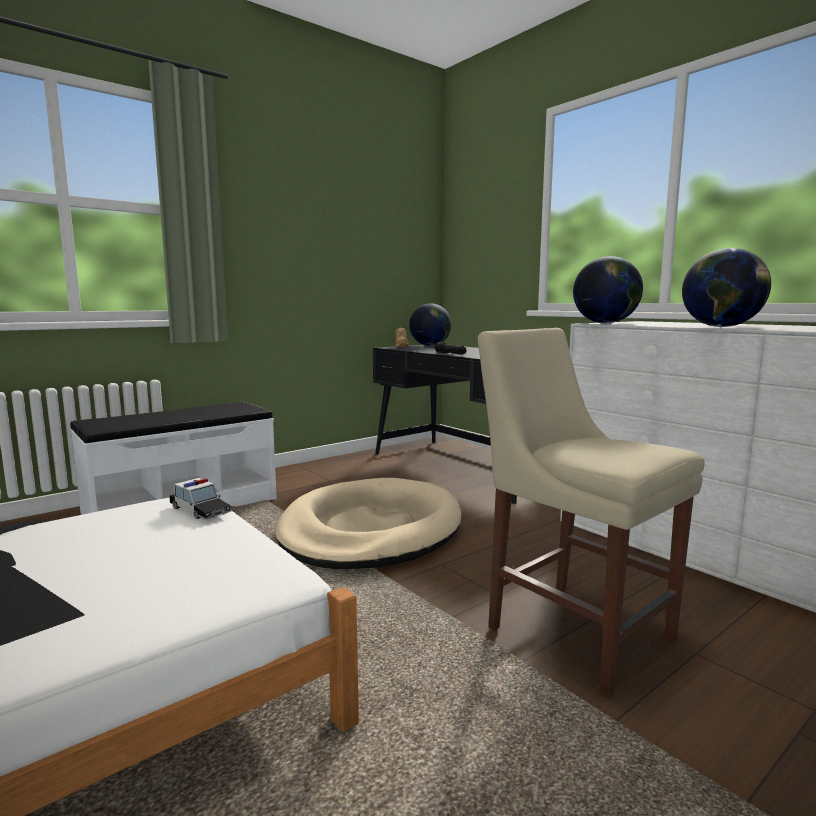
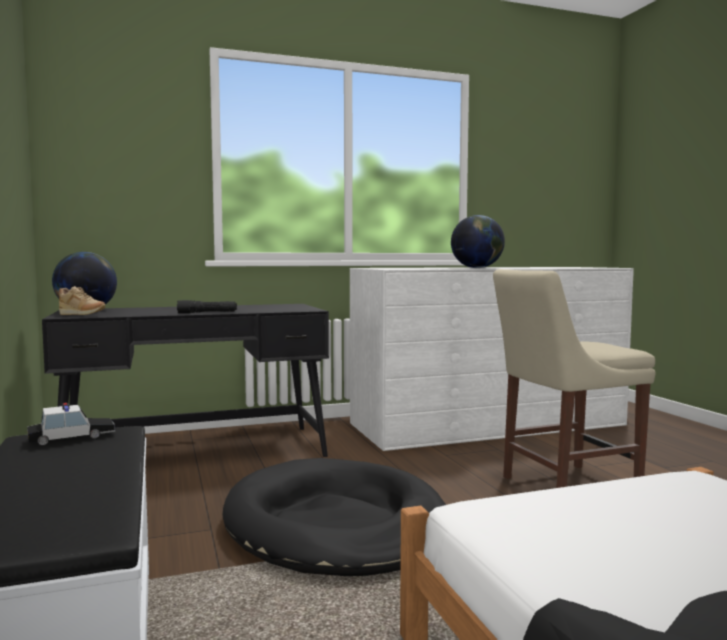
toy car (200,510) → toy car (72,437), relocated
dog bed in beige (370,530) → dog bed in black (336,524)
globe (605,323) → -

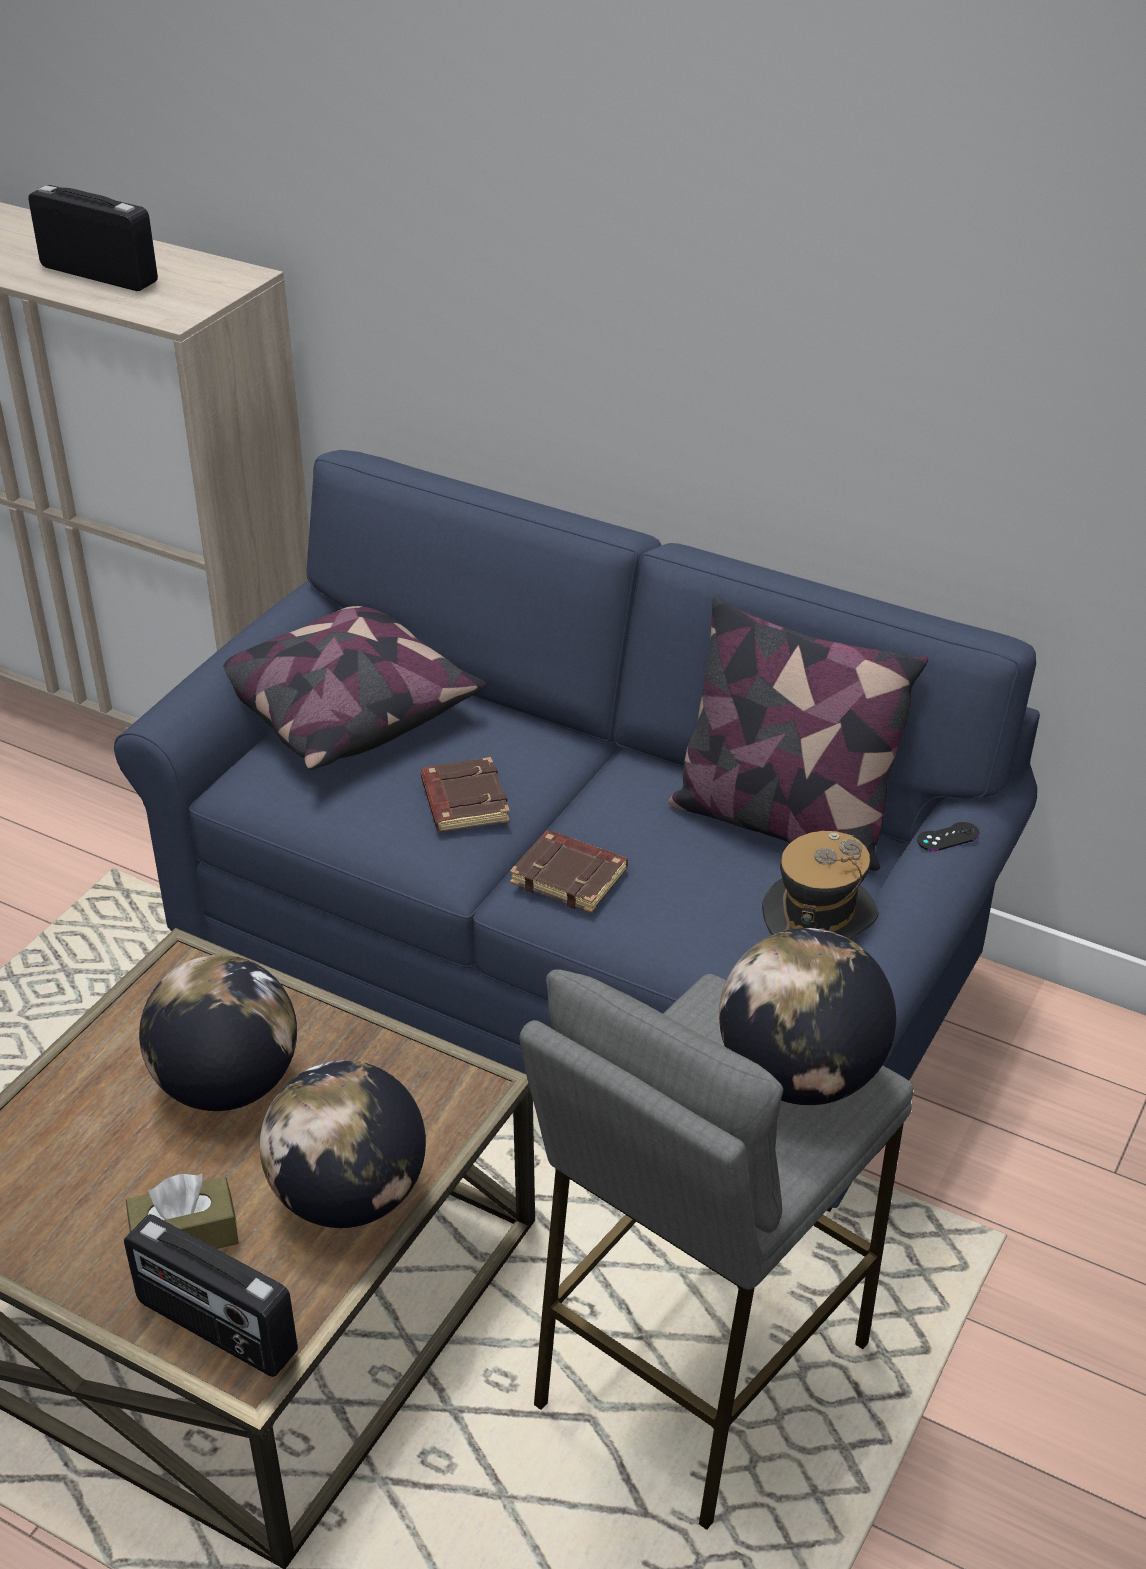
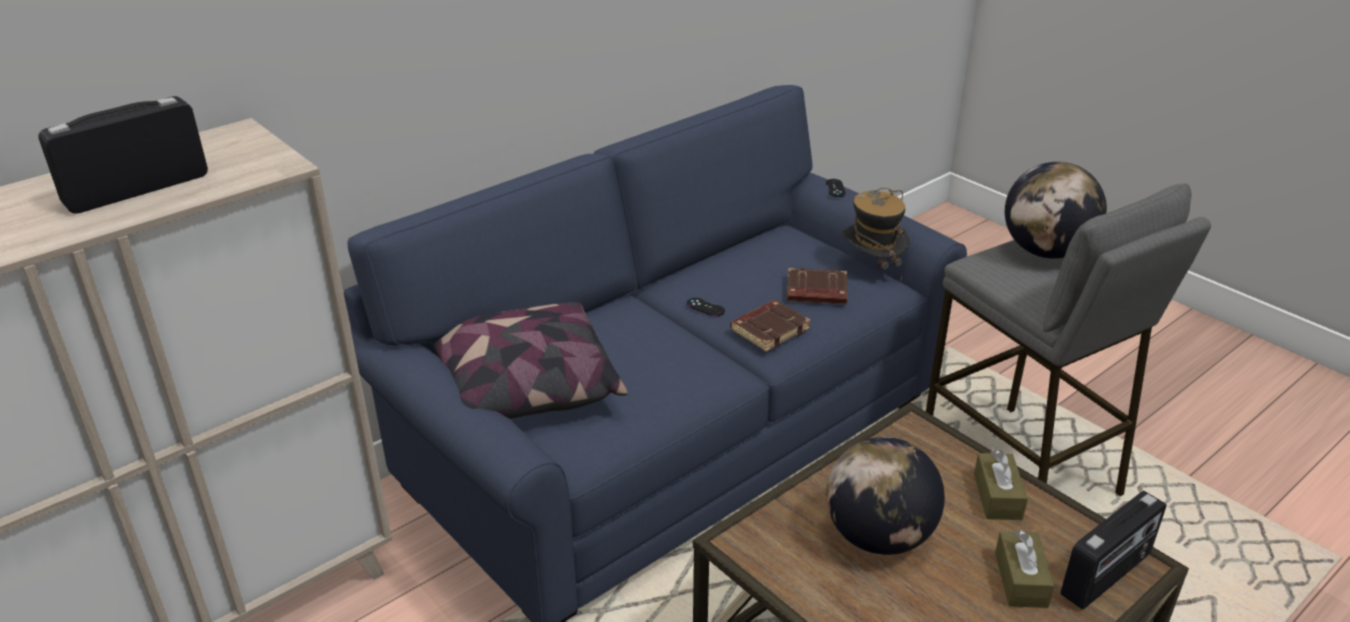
- → game controller in black (705,307)
book in brown (463,801) → book in brown (815,292), relocated
globe (348,1197) → tissue box in brown (997,496)
pillow (782,821) → -

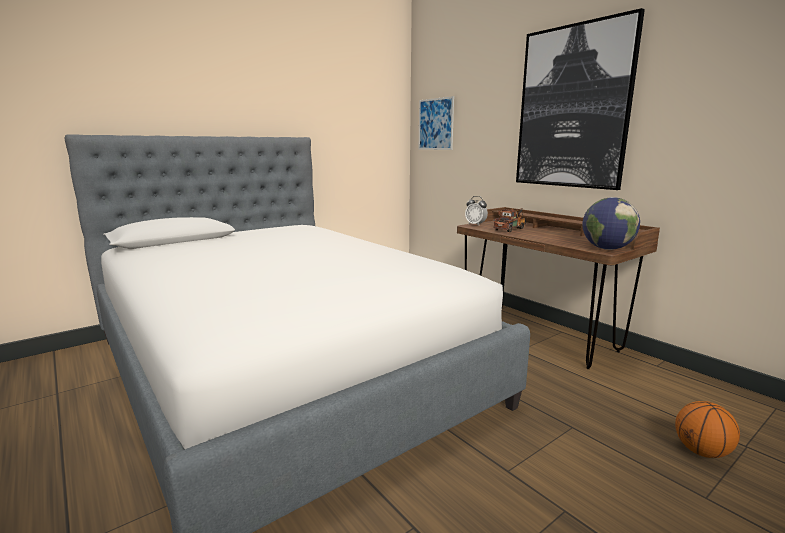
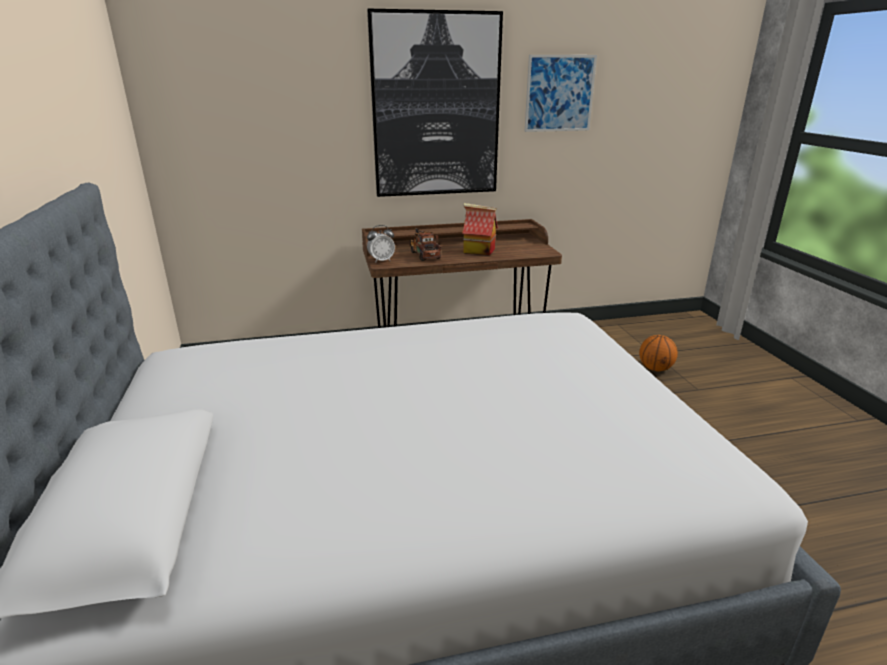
- → toy house (478,251)
picture (435,124) → picture (559,93), relocated
globe (607,249) → -

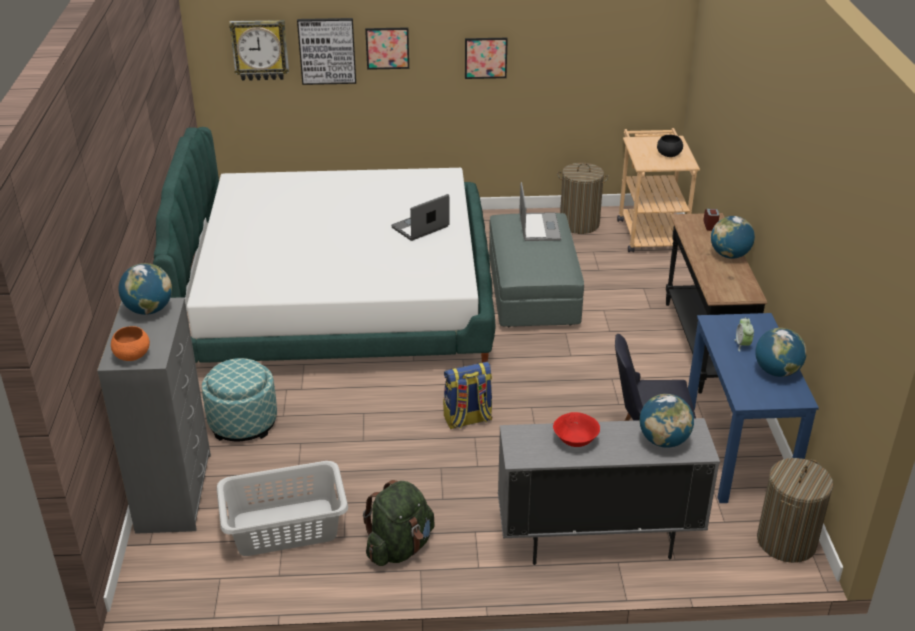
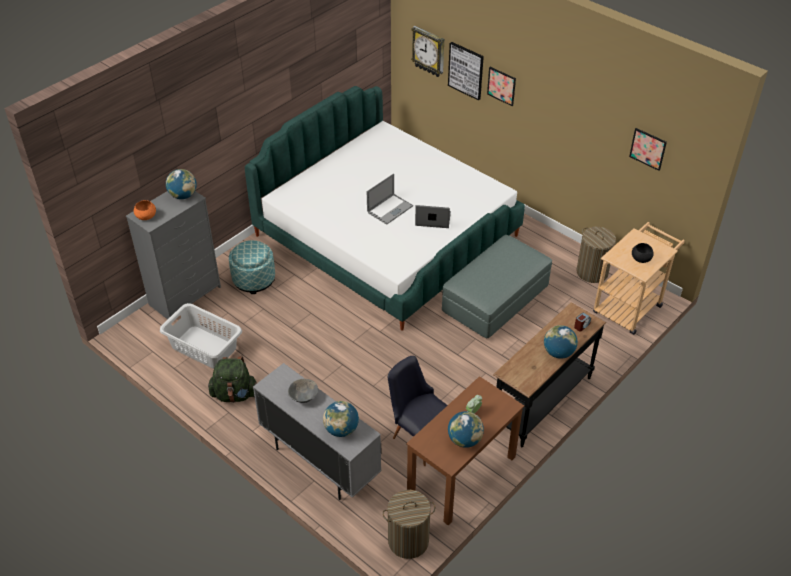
bowl in red (576,439) → bowl in grey (304,397)
laptop (539,227) → laptop (390,209), relocated
desk in blue (737,450) → desk in brown (461,475)
picture (485,58) → picture (648,149), relocated
backpack (467,419) → -

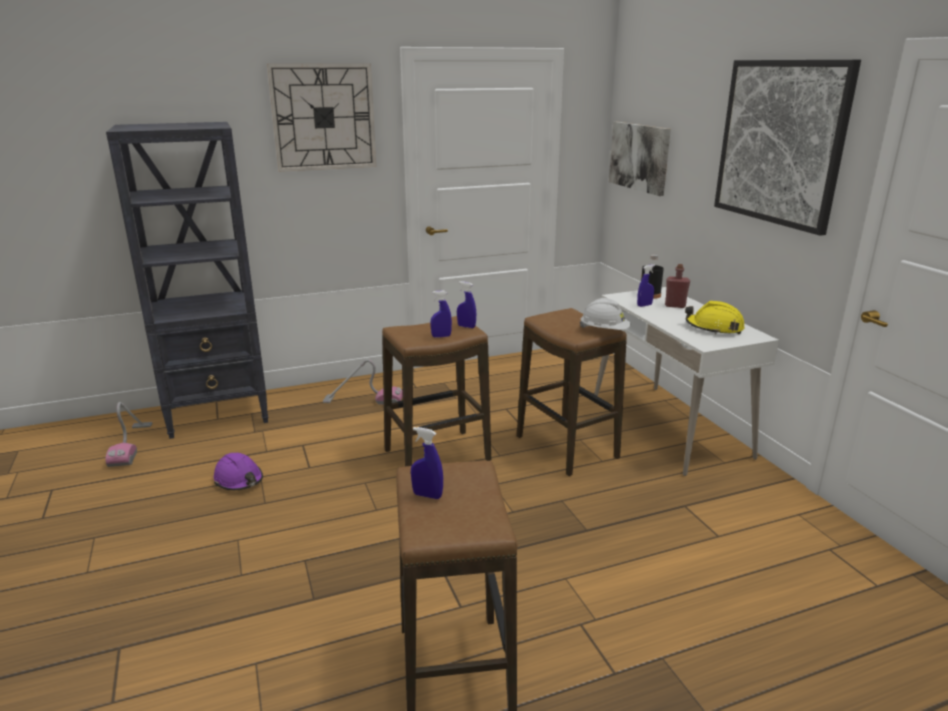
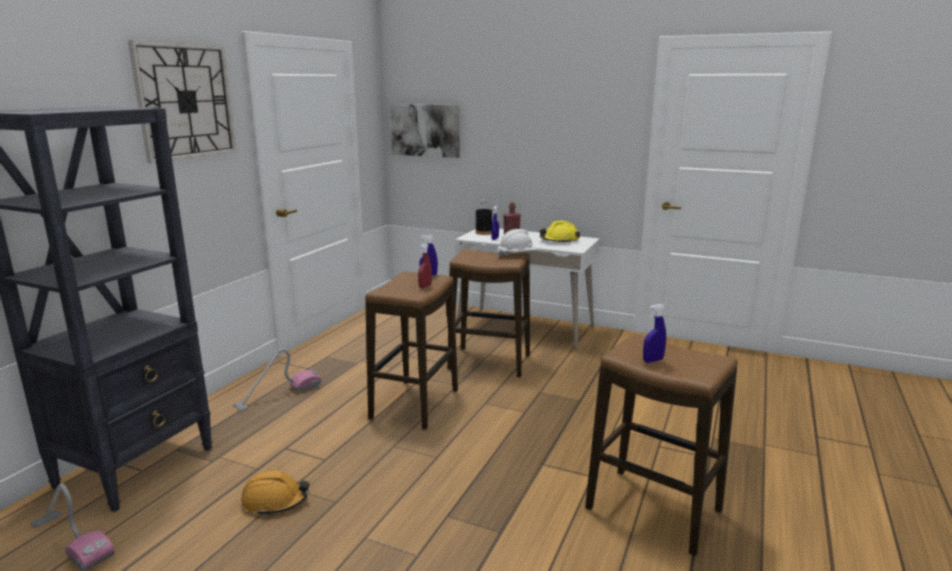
hard hat in purple (239,480) → hard hat in orange (275,501)
spray bottle in blue (441,336) → spray bottle in red (425,286)
picture (780,143) → -

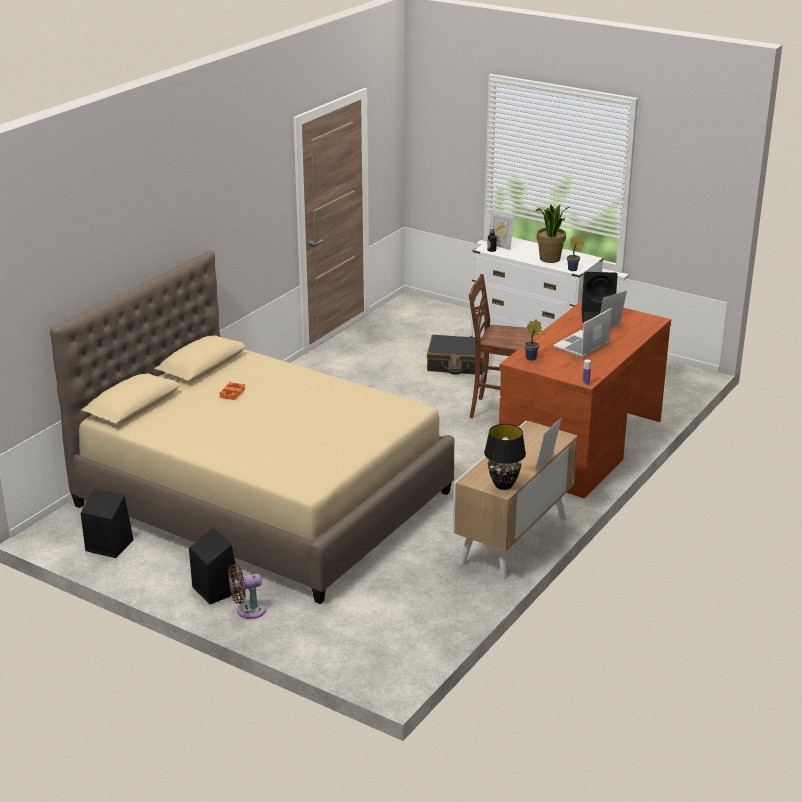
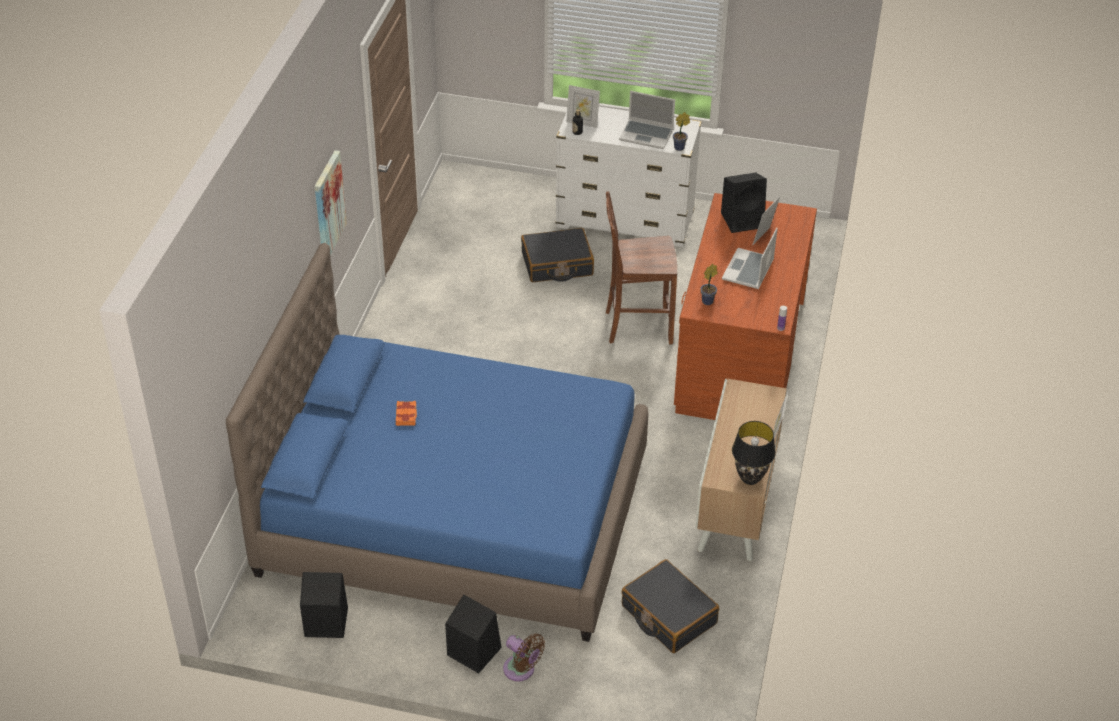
bed in beige (263,498) → bed in blue (454,513)
- → picture (328,205)
fan in brown (248,610) → fan in brown (521,670), 105 degrees counterclockwise
potted plant (550,259) → laptop (647,135)
- → suitcase in black (668,615)

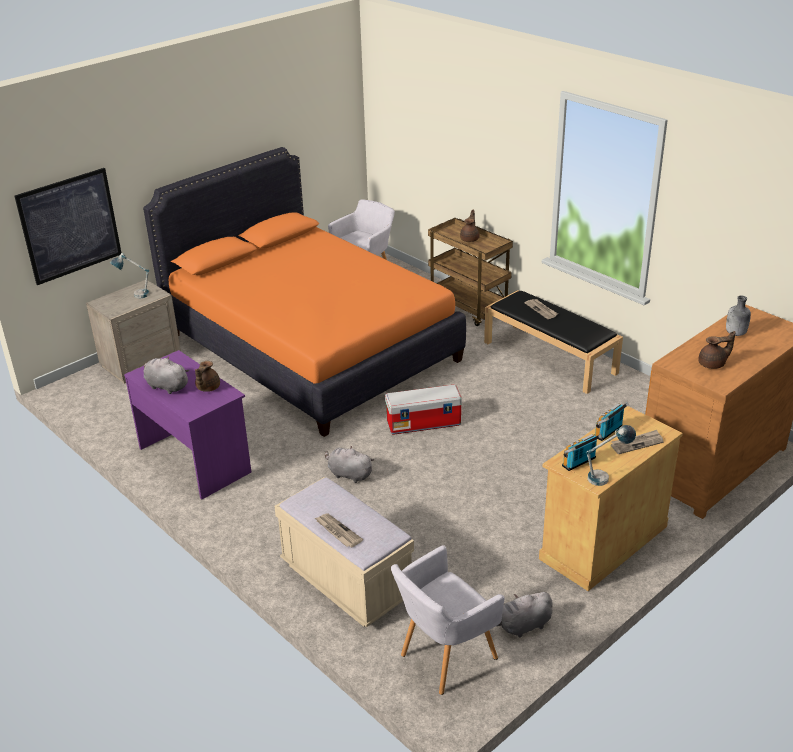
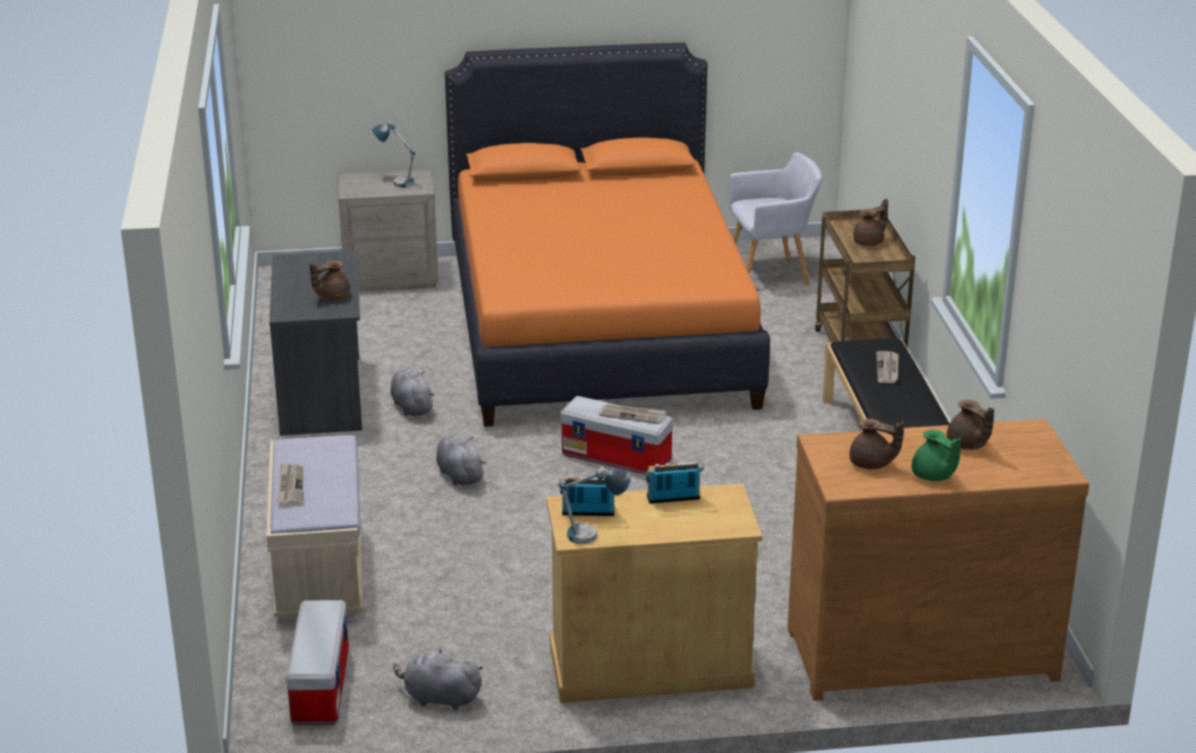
desk in purple (195,459) → desk in grey (323,395)
armchair in grey (444,658) → storage box (320,685)
plush toy in grey (166,386) → plush toy in grey (411,406), relocated
newspaper (637,443) → newspaper (632,415), relocated
- → teapot in green (933,476)
bottle in grey (735,333) → teapot in brown (967,445)
picture (70,226) → -

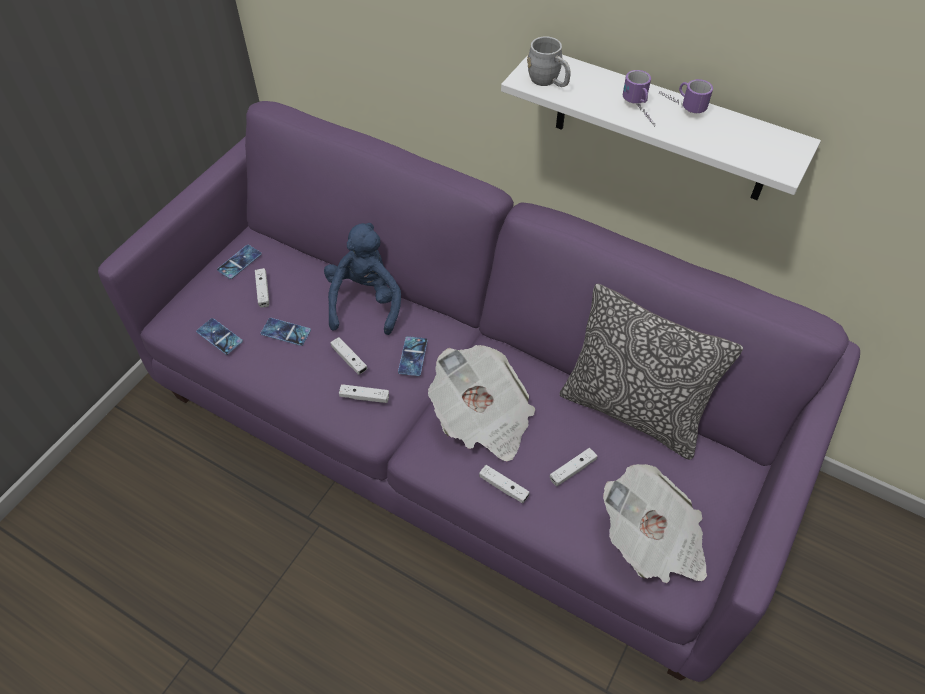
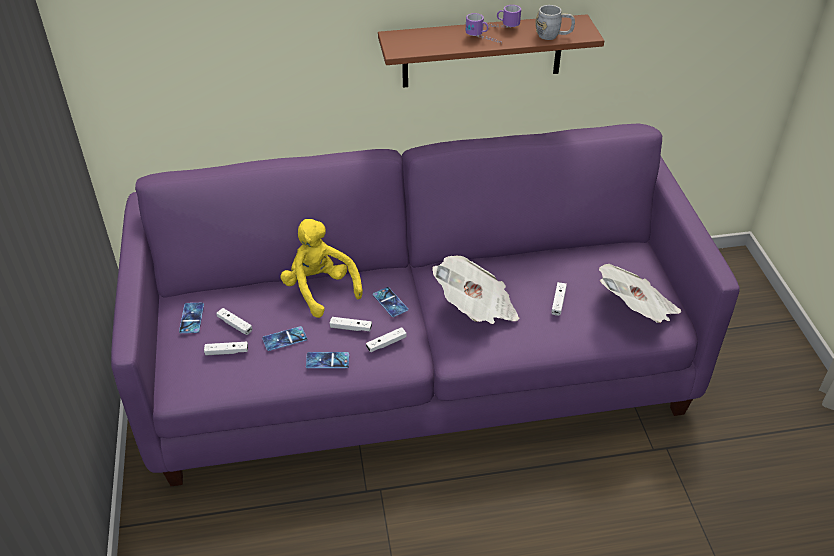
game controller in white (503,487) → game controller in white (227,352), relocated
plush toy in blue (365,301) → plush toy in yellow (320,289)
phone (219,336) → phone (327,360), relocated
shelf in white (661,126) → shelf in brown (482,51)
mug in grey (548,82) → mug in grey (553,36), relocated
pillow (632,411) → -

